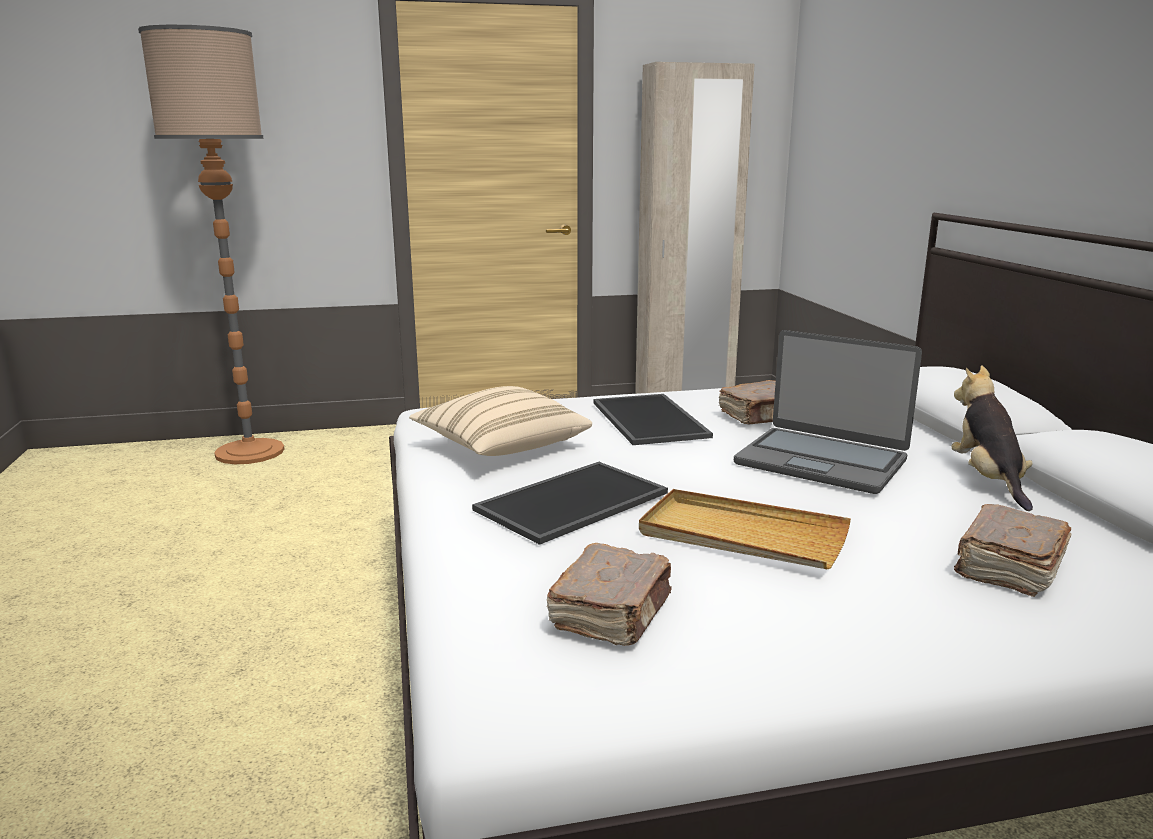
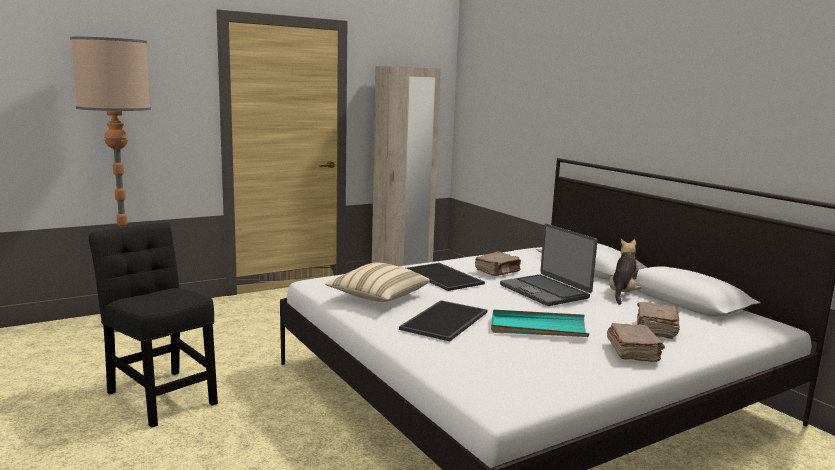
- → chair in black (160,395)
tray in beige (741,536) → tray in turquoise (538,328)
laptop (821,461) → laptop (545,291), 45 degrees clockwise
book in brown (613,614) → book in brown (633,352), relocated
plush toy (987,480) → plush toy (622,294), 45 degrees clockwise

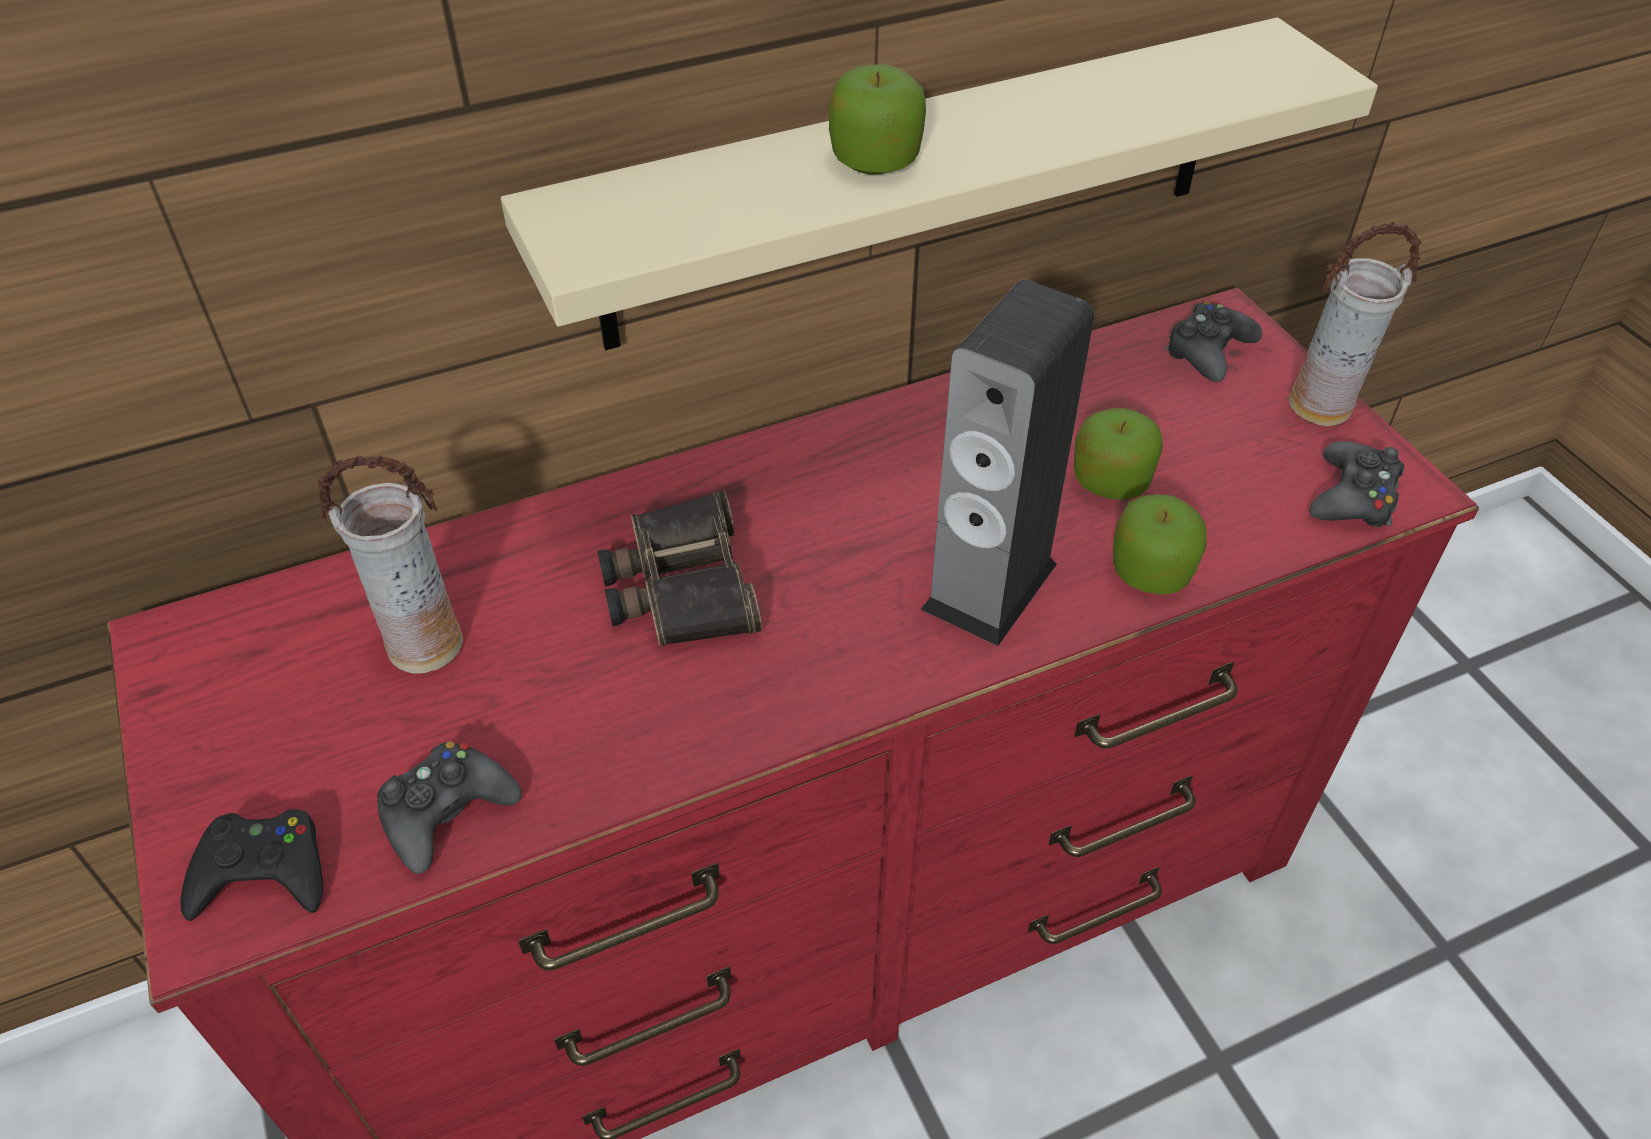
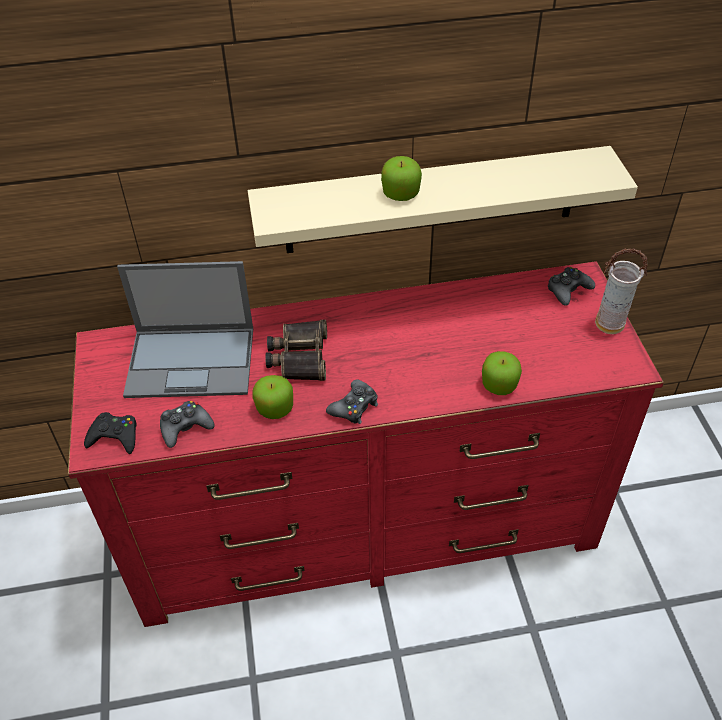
vase (425,643) → laptop (193,361)
apple (1110,481) → apple (274,408), relocated
game controller in black (1353,497) → game controller in black (354,407), relocated
speaker (989,586) → -

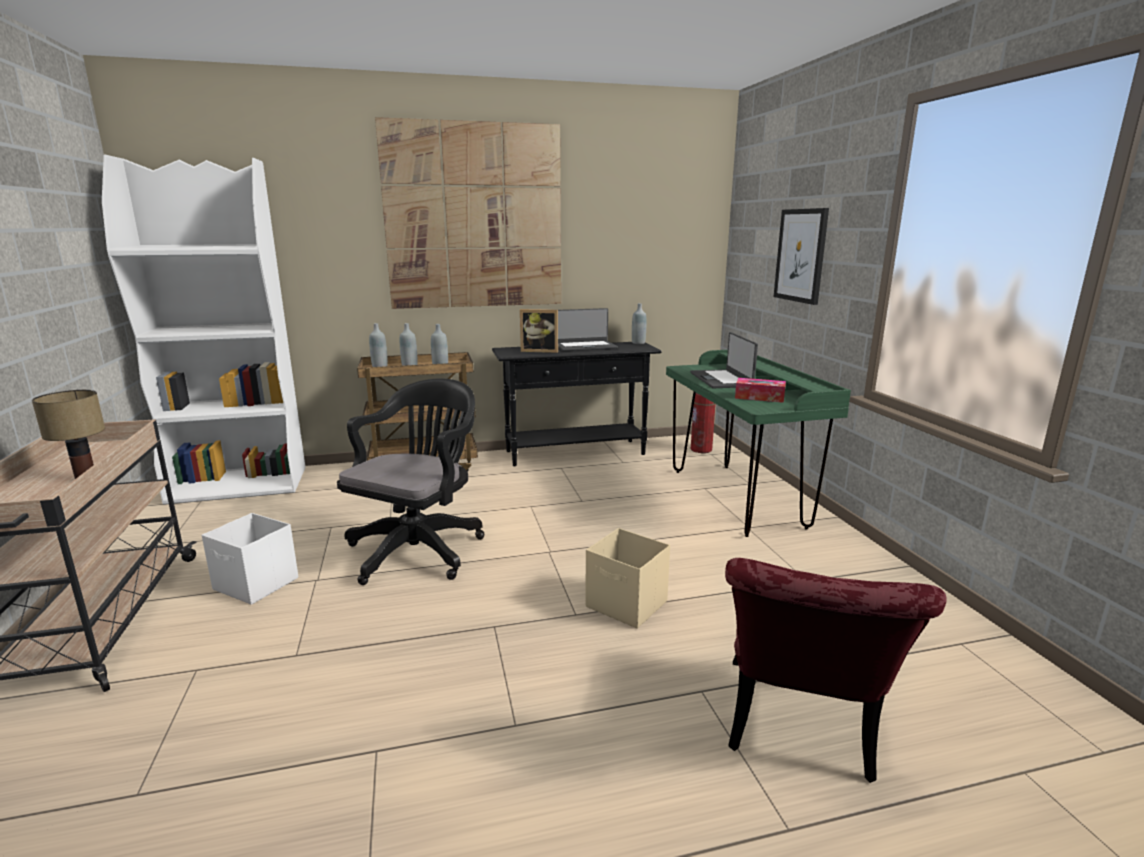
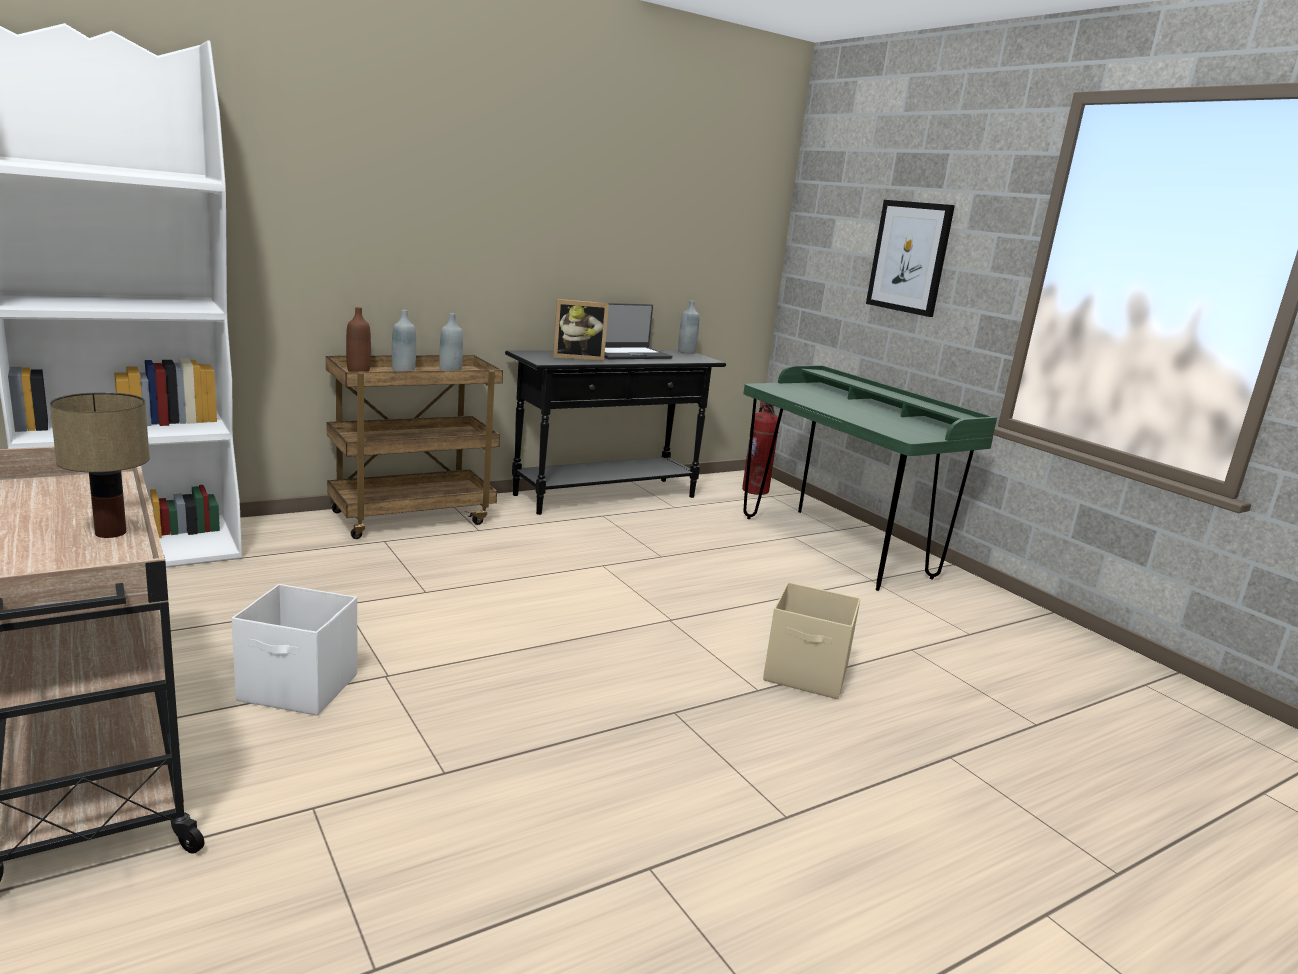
bottle in grey (380,366) → bottle in brown (358,371)
office chair in black (420,548) → -
picture (474,217) → -
laptop (721,379) → -
chair in red (798,730) → -
tissue box (759,397) → -

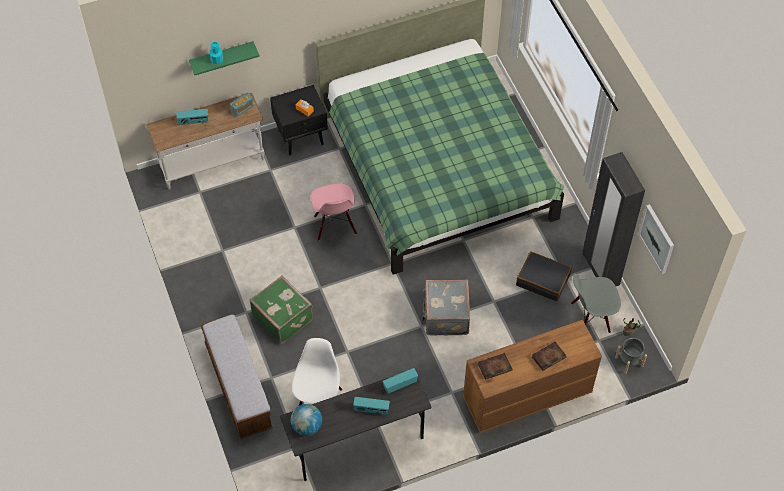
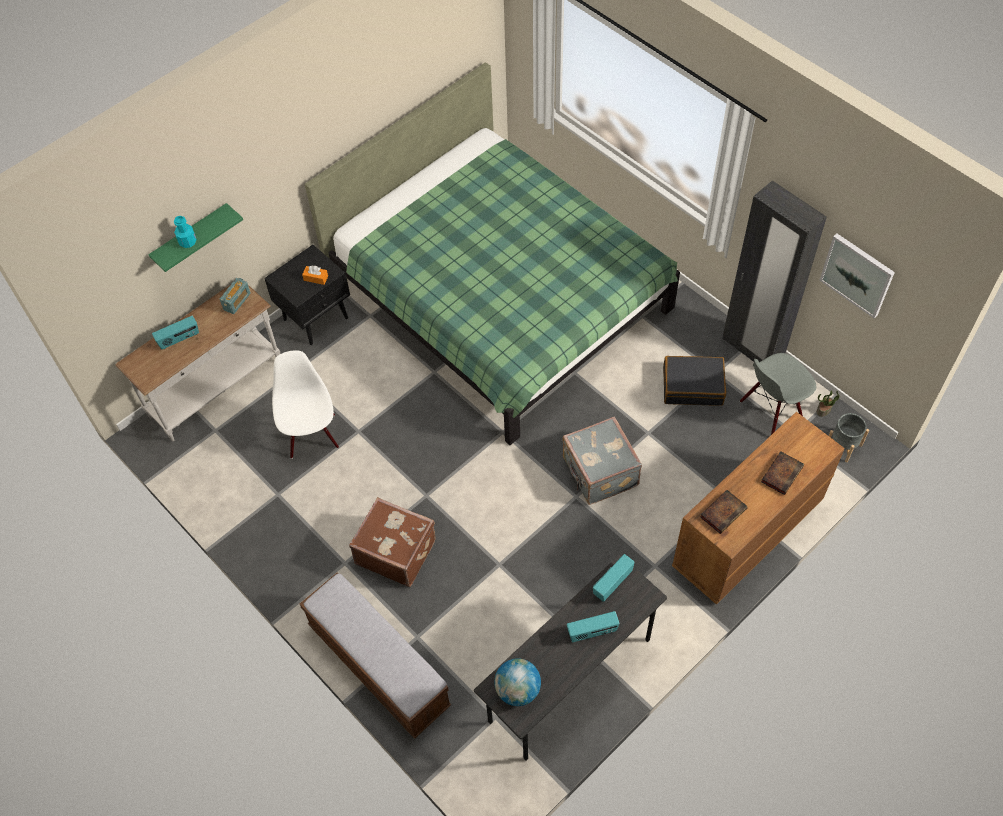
chair in white (318,400) → chair in white (311,435), relocated
suitcase in green (283,317) → suitcase in brown (396,551)
chair in pink (334,225) → -

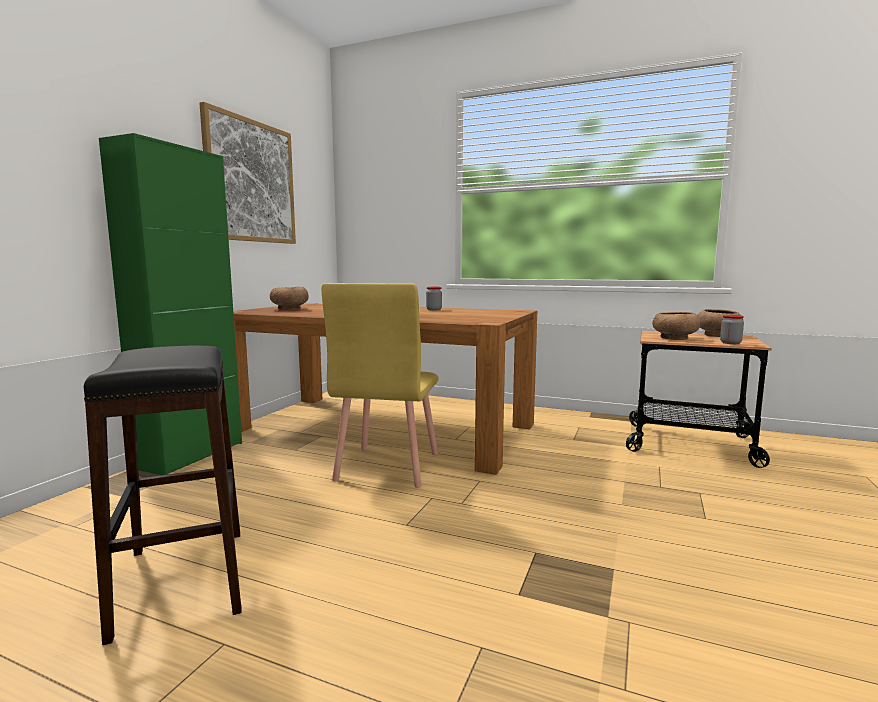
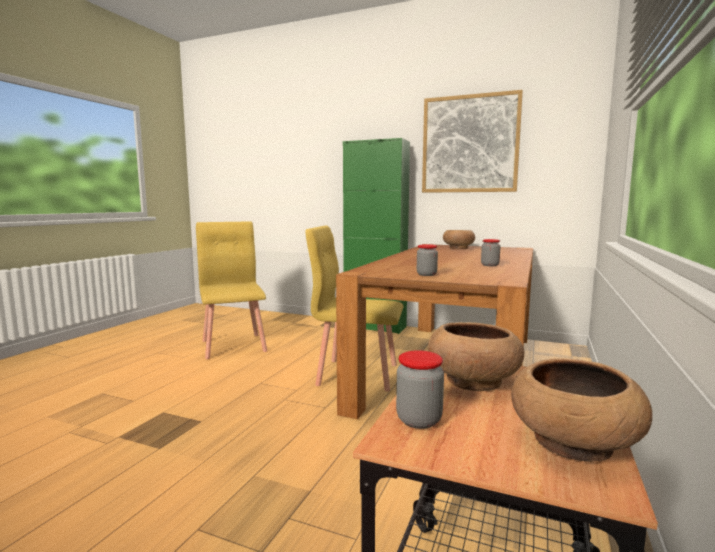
stool in black (182,579) → chair in yellow (234,345)
- → jar (426,274)

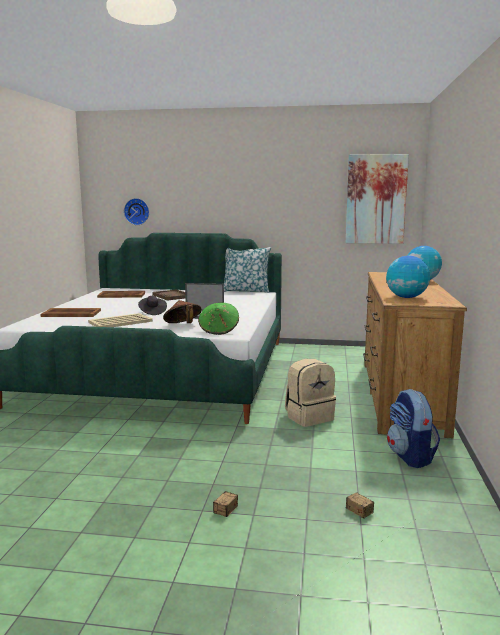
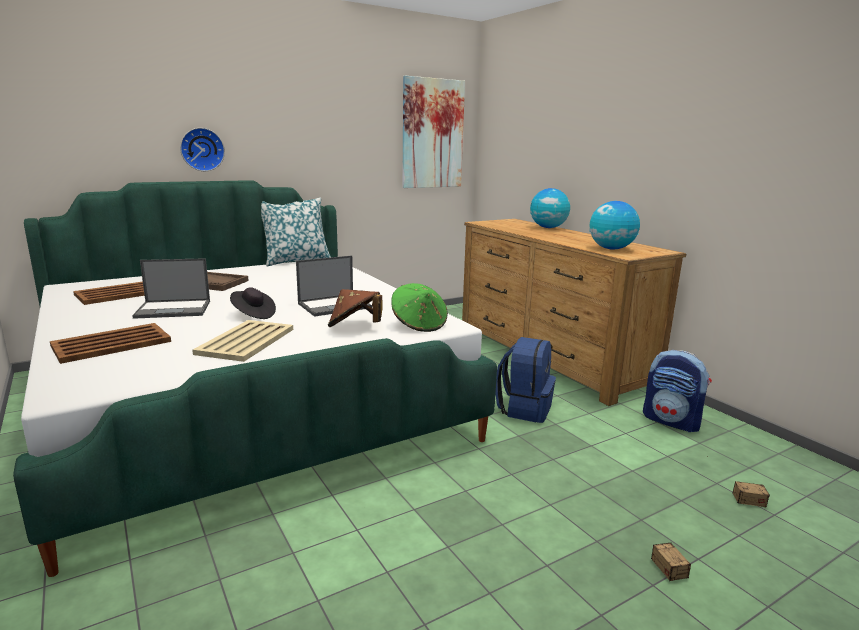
- → laptop (174,309)
wall clock (137,211) → wall clock (202,149), relocated
backpack in beige (309,417) → backpack in blue (524,409)

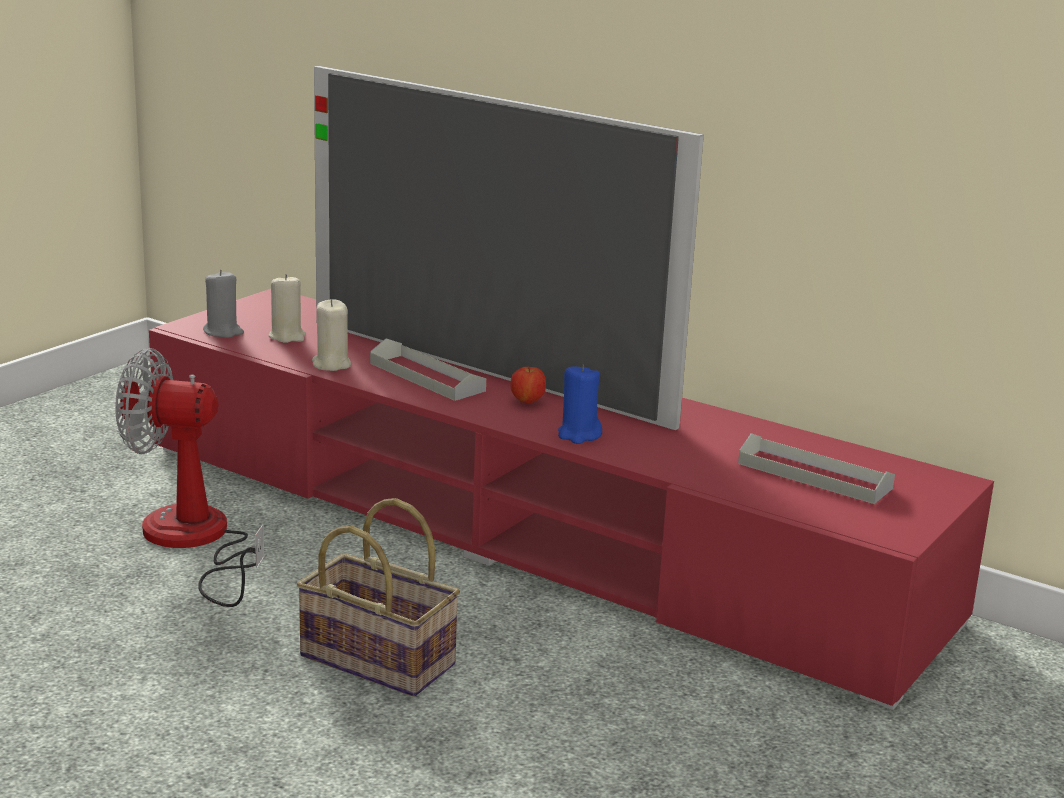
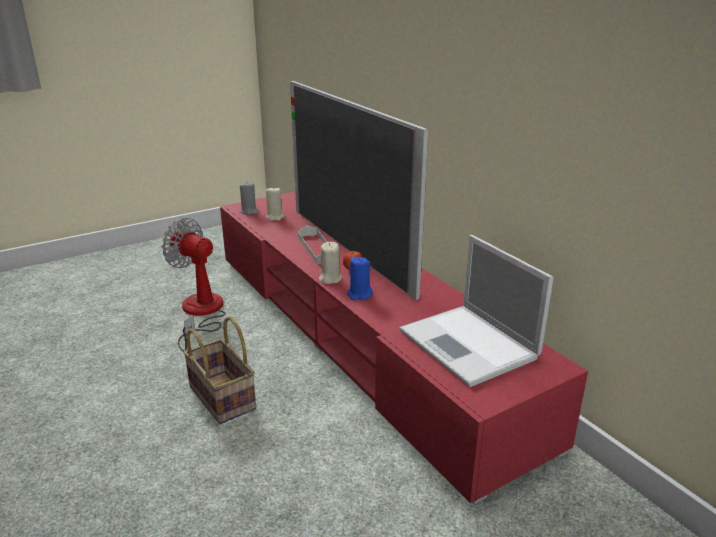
candle in beige (331,364) → candle in beige (330,279), relocated
tray in grey (814,476) → laptop (470,345)

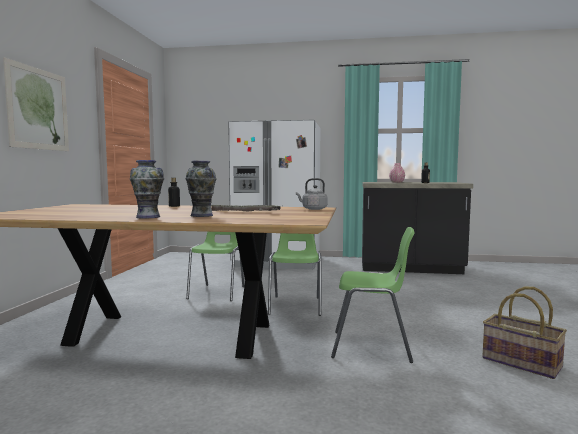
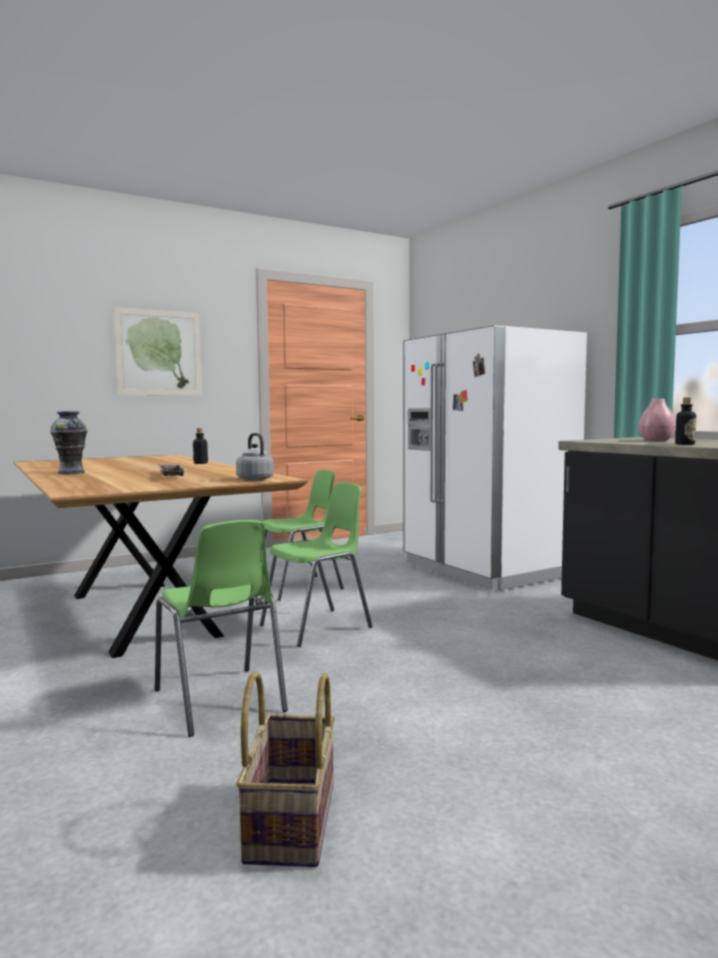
vase (201,215) → -

